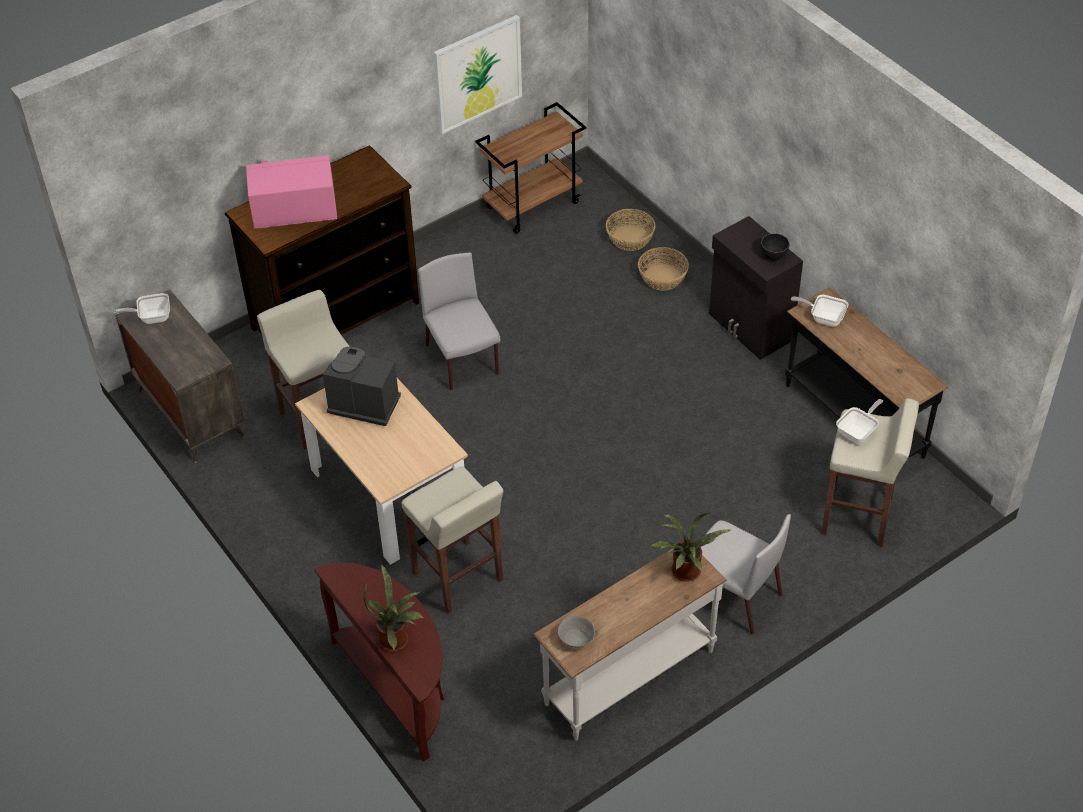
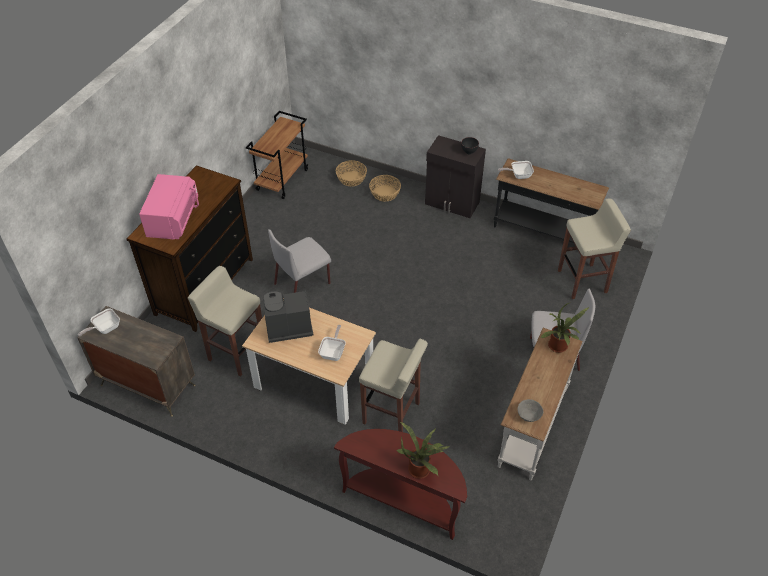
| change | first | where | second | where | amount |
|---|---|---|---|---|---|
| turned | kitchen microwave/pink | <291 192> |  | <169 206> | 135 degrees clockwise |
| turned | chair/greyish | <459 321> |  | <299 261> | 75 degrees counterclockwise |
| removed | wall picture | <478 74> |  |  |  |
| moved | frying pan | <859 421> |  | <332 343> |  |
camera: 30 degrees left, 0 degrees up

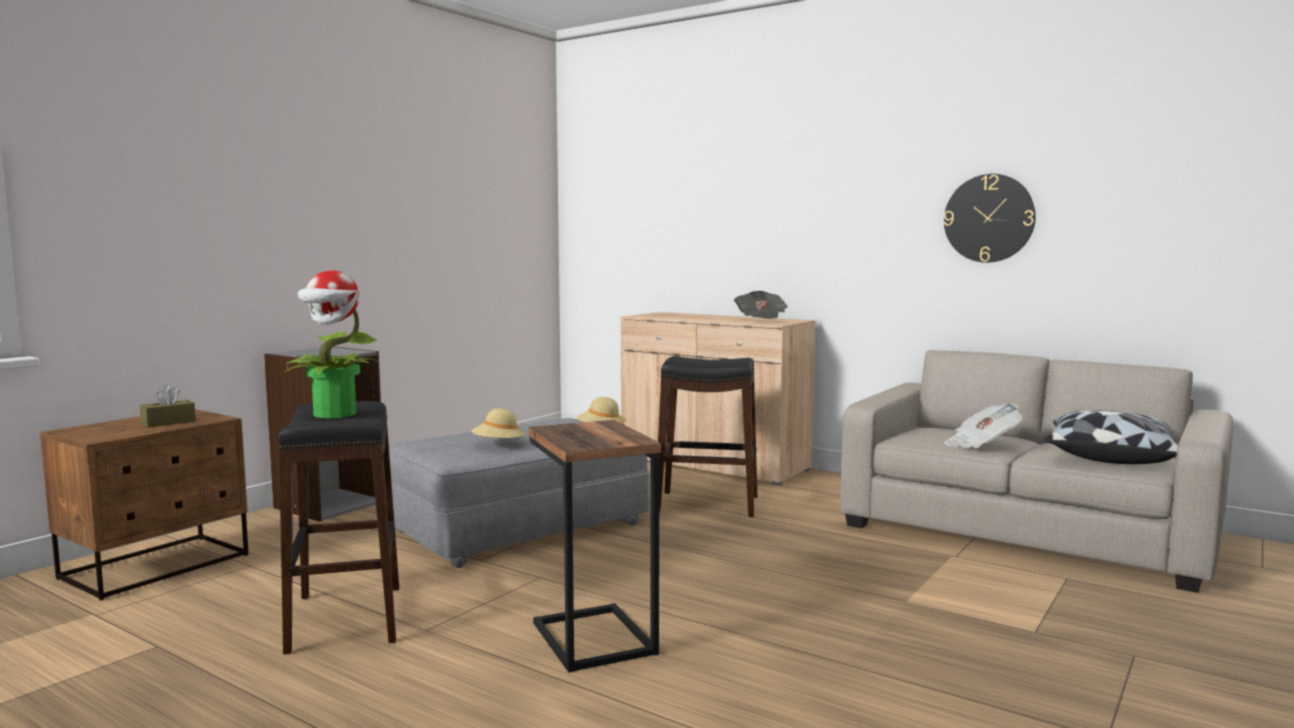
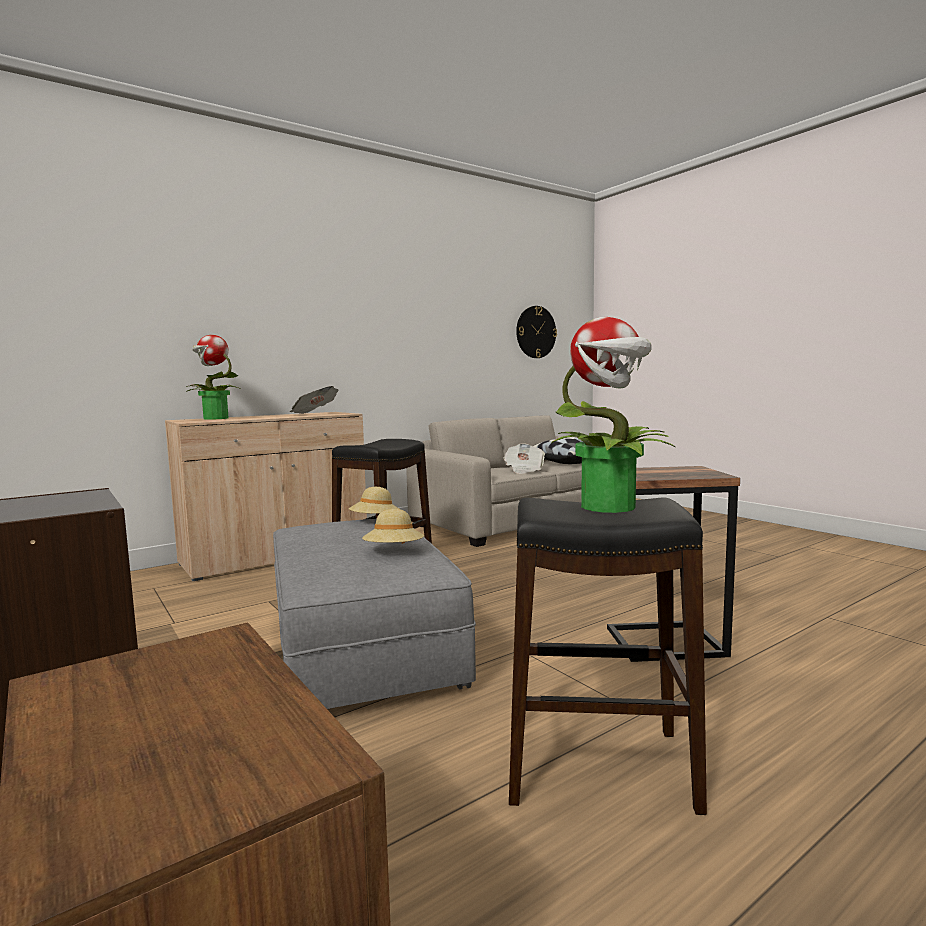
| change | first | where | second | where | amount |
|---|---|---|---|---|---|
| removed | tissue box/brown-coloured | <168 406> |  |  |  |
| moved | hanging clock | <990 218> |  | <536 332> |  |
| added |  |  | potted plant | <213 377> |  |
camera: 70 degrees left, 0 degrees up

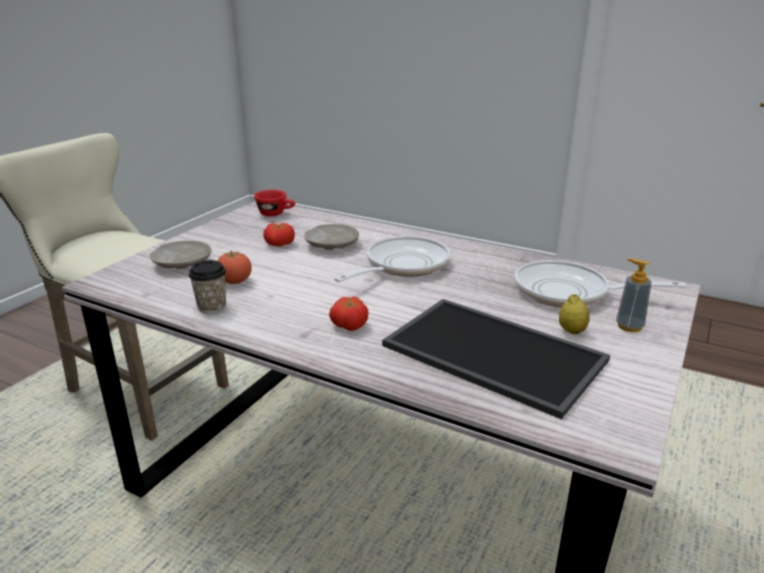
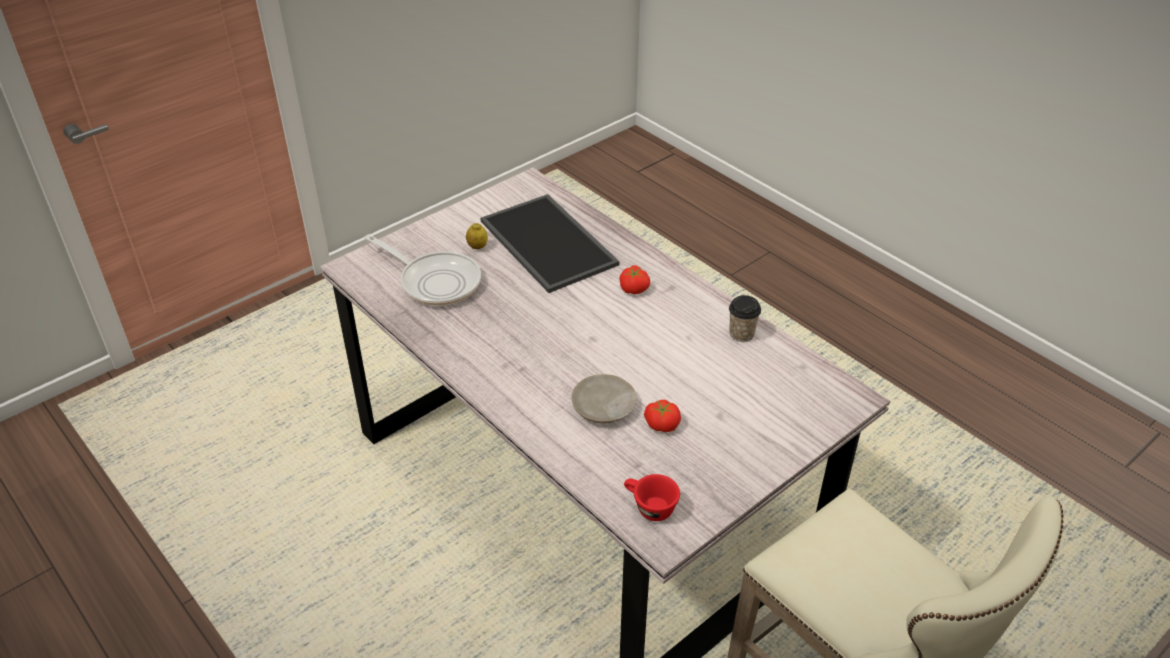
| change | first | where | second | where | amount |
|---|---|---|---|---|---|
| removed | plate/sand-coloured | <180 255> |  |  |  |
| removed | whole tomato | <234 267> |  |  |  |
| removed | frying pan | <392 259> |  |  |  |
| removed | liquid soap bottle | <633 295> |  |  |  |
camera: 160 degrees left, 15 degrees up

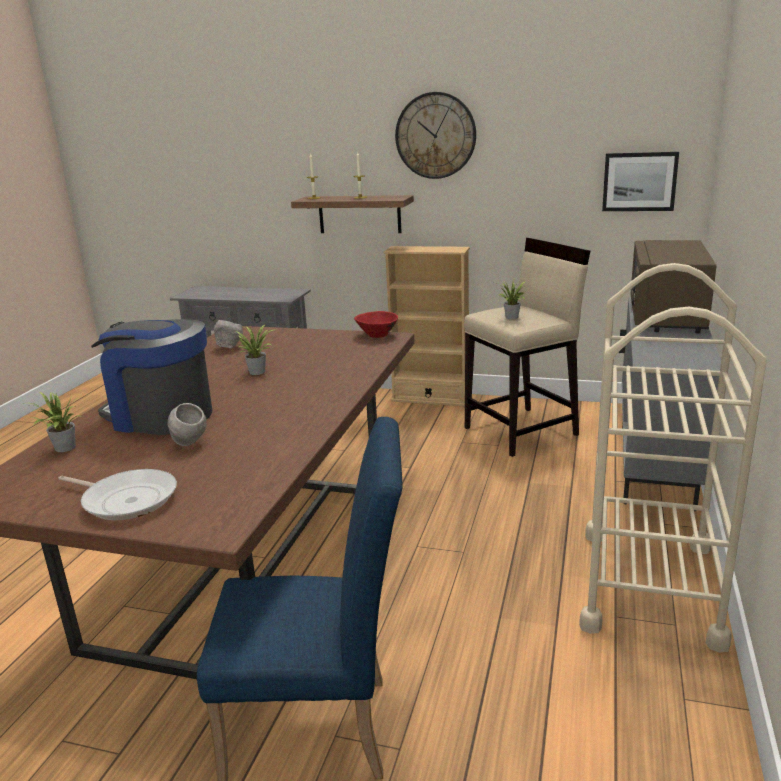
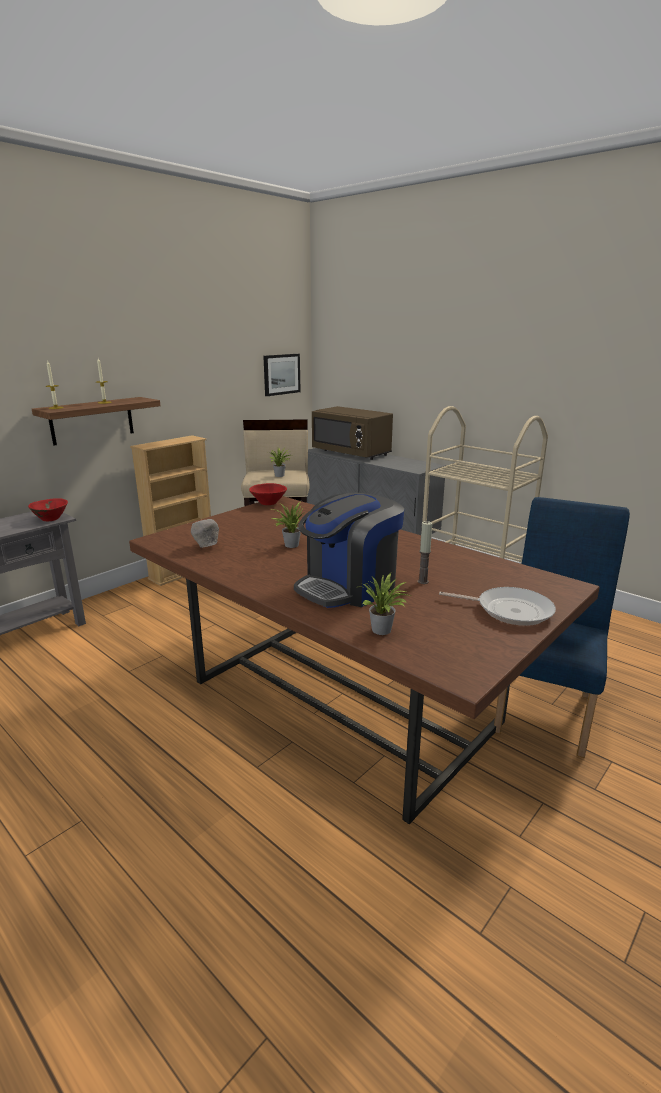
| change | first | where | second | where | amount |
|---|---|---|---|---|---|
| turned | frying pan | <117 494> |  | <497 606> | 60 degrees clockwise |
| replaced | serving bowl/greyish | <187 424> | wax light | <425 552> |  |
| removed | hanging clock | <435 135> |  |  |  |
| added |  |  | serving bowl/red | <48 509> |  |
camera: 65 degrees left, 0 degrees up

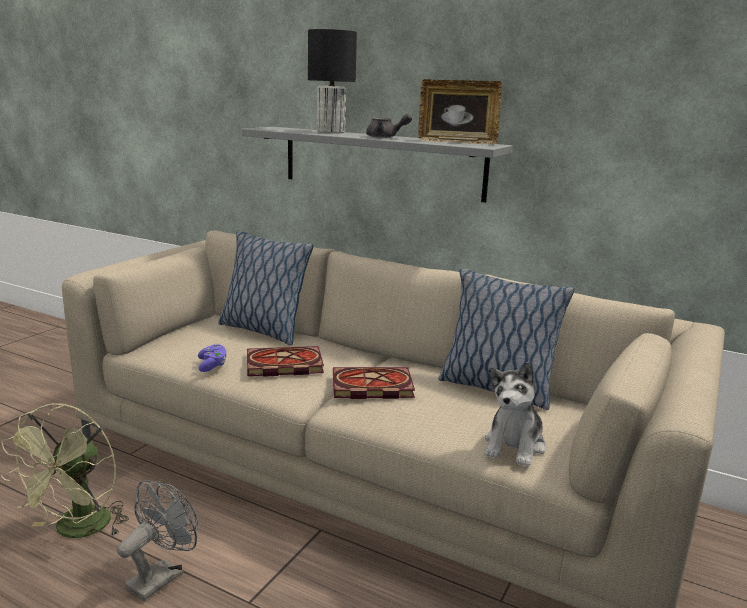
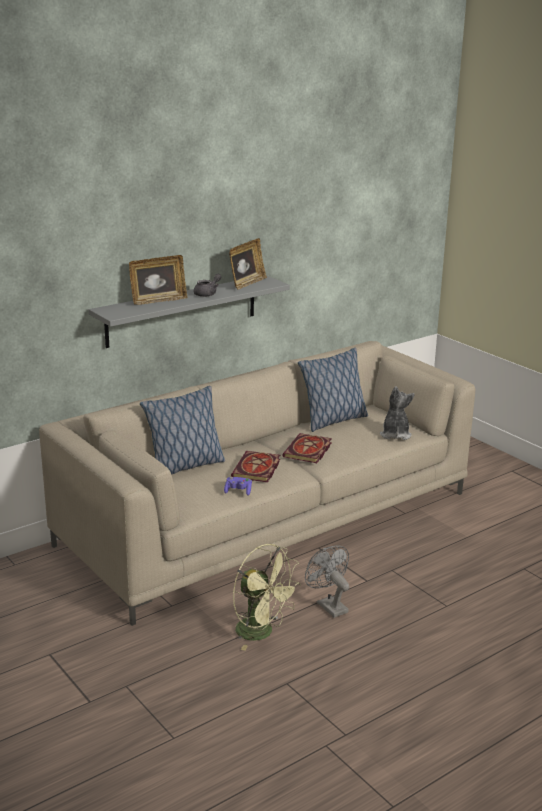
| change | first | where | second | where | amount |
|---|---|---|---|---|---|
| replaced | table lamp/blackish | <332 81> | photo frame | <158 280> |  |
| turned | soft toy | <515 414> |  | <397 413> | 135 degrees counterclockwise |
camera: 65 degrees left, 5 degrees up

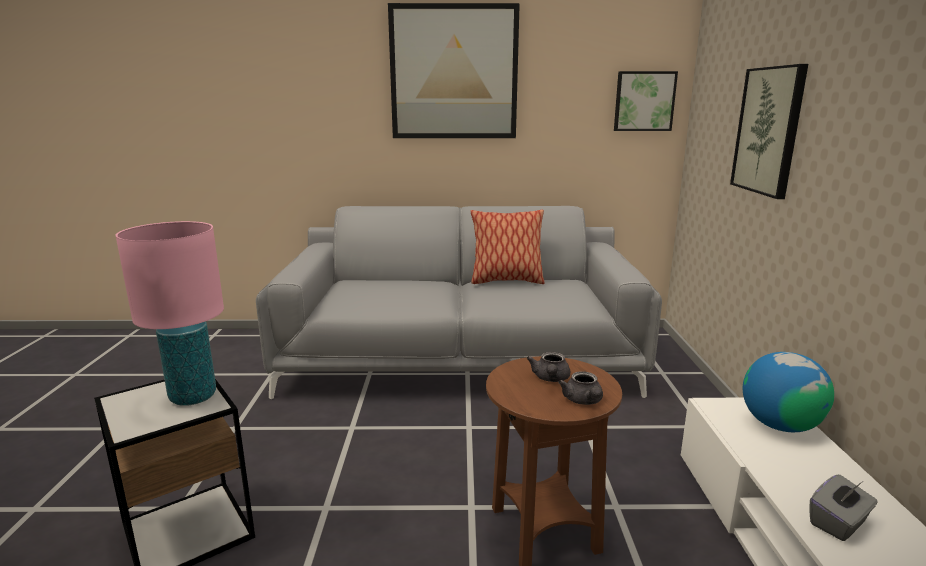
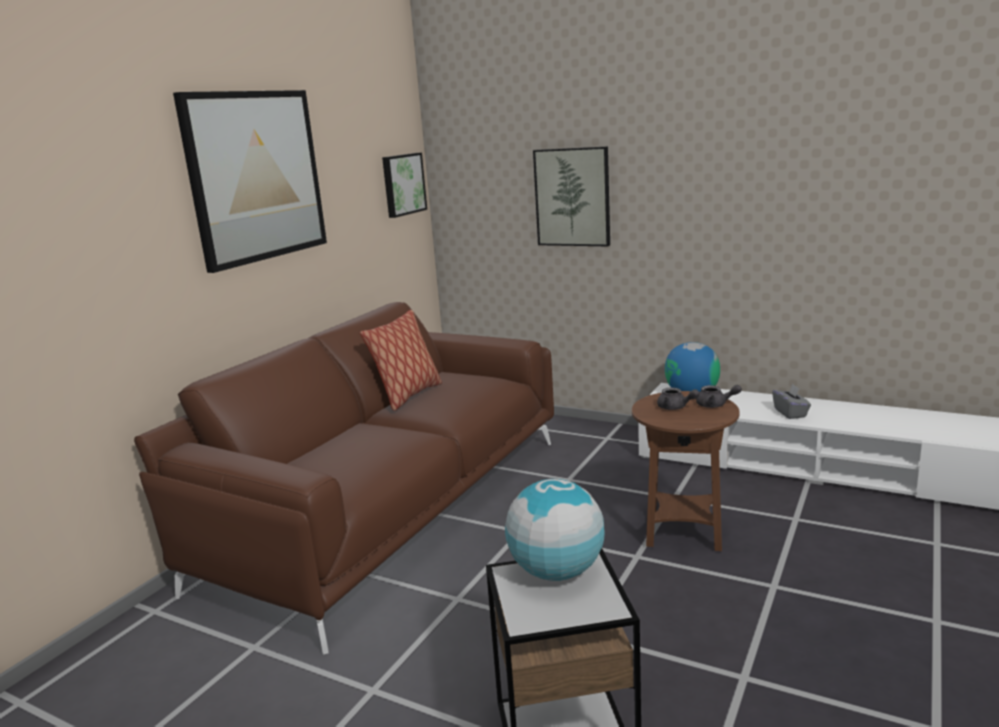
| change | first | where | second | where | amount |
|---|---|---|---|---|---|
| replaced | table lamp/pink | <170 313> | world globe | <554 530> |  |
| recoloured | couch/greyish | <459 302> | couch/brown-coloured | <344 478> |  |
camera: 60 degrees left, 0 degrees up

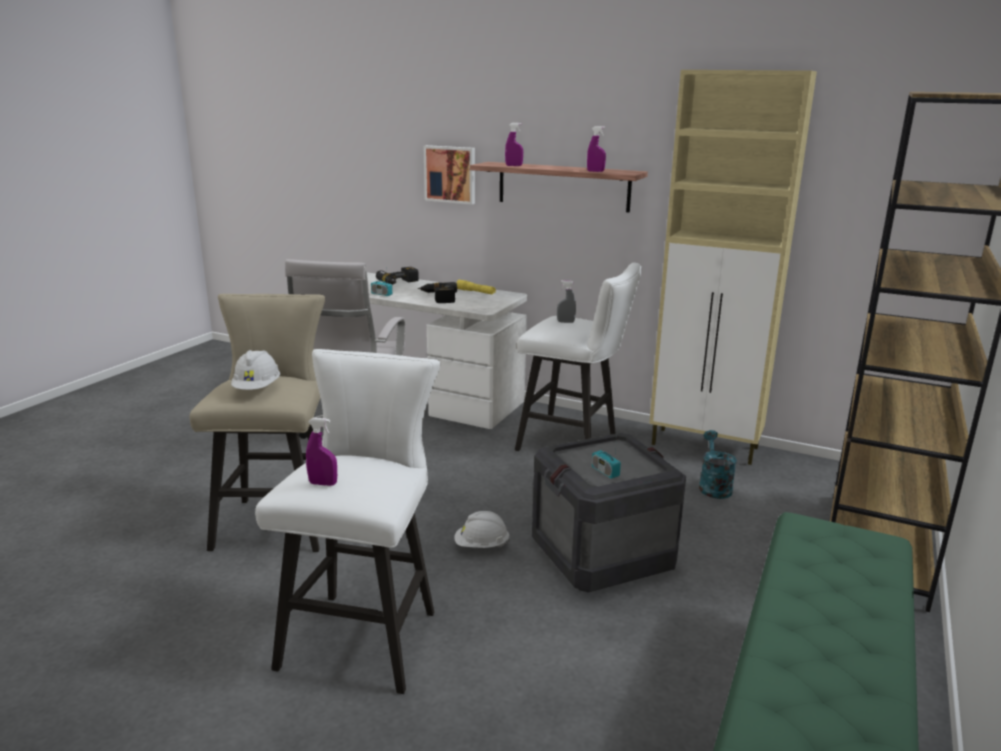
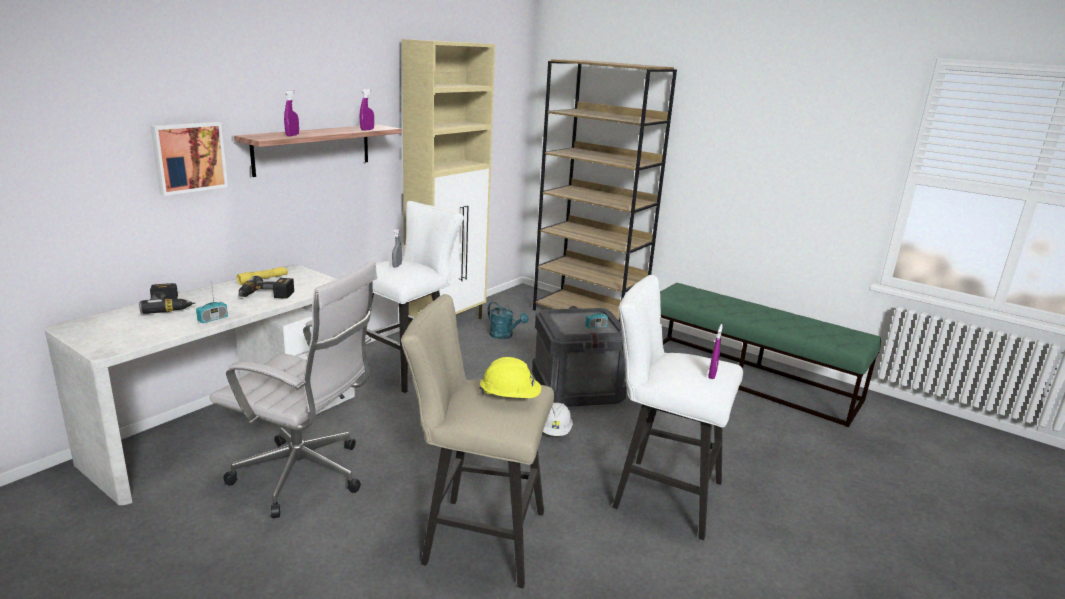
| change | first | where | second | where | amount |
|---|---|---|---|---|---|
| recoloured | work helmet/white | <255 370> | work helmet/yellow | <510 377> |  |
| turned | watering pot/turquoise | <718 464> |  | <508 320> | 150 degrees counterclockwise |
camera: 80 degrees left, 0 degrees up

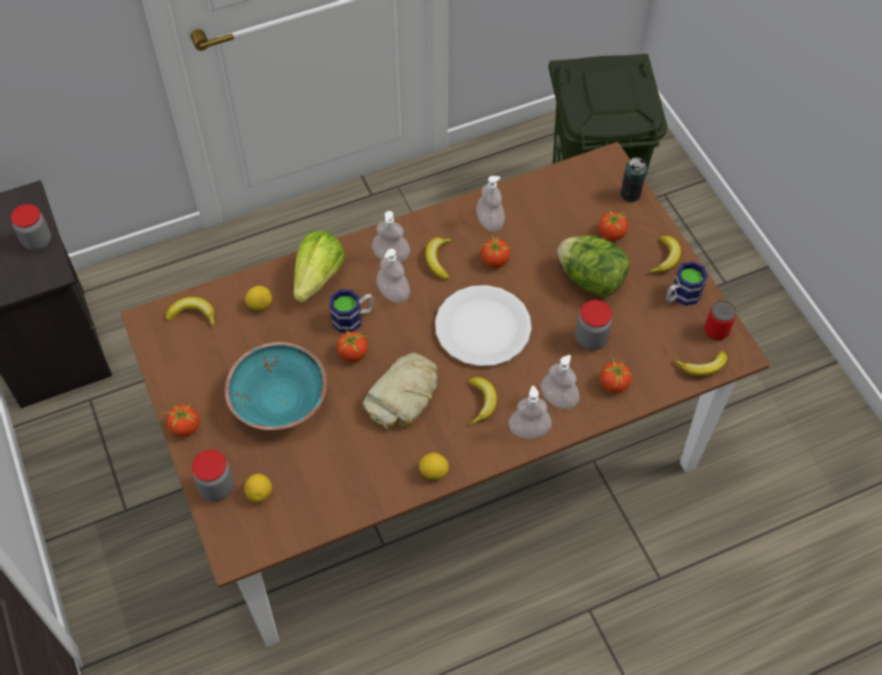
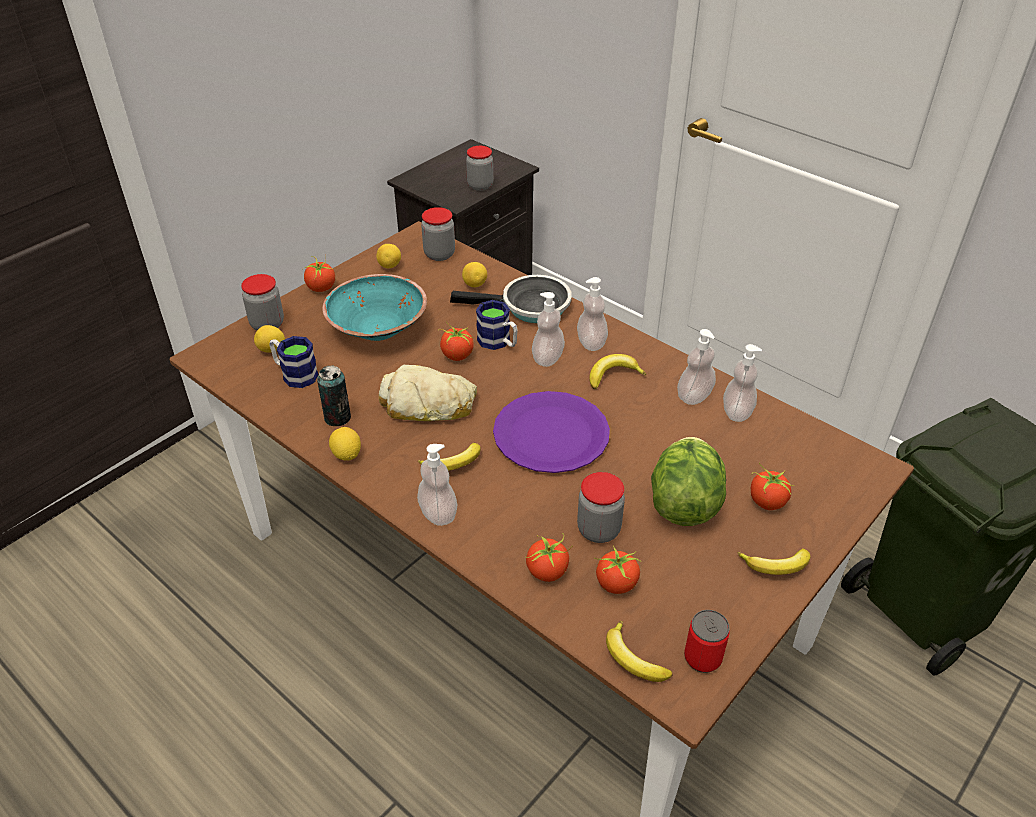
| change | first | where | second | where | amount |
|---|---|---|---|---|---|
| replaced | banana fruit | <190 312> | preserve jar | <438 234> |  |
| replaced | head of lettuce | <319 267> | frying pan | <511 299> |  |
| recoloured | plate/white | <483 325> | plate/purple-coloured | <551 432> |  |
| moved | whole tomato | <495 252> |  | <618 570> |  |
| moved | liquid soap bottle | <560 382> |  | <742 383> |  |
| moved | sealed can | <633 179> |  | <334 395> |  |
| moved | coffee mug | <687 283> |  | <293 362> |  |
| added |  |  | citrus fruit | <388 256> |  |
camera: 65 degrees right, 15 degrees down

